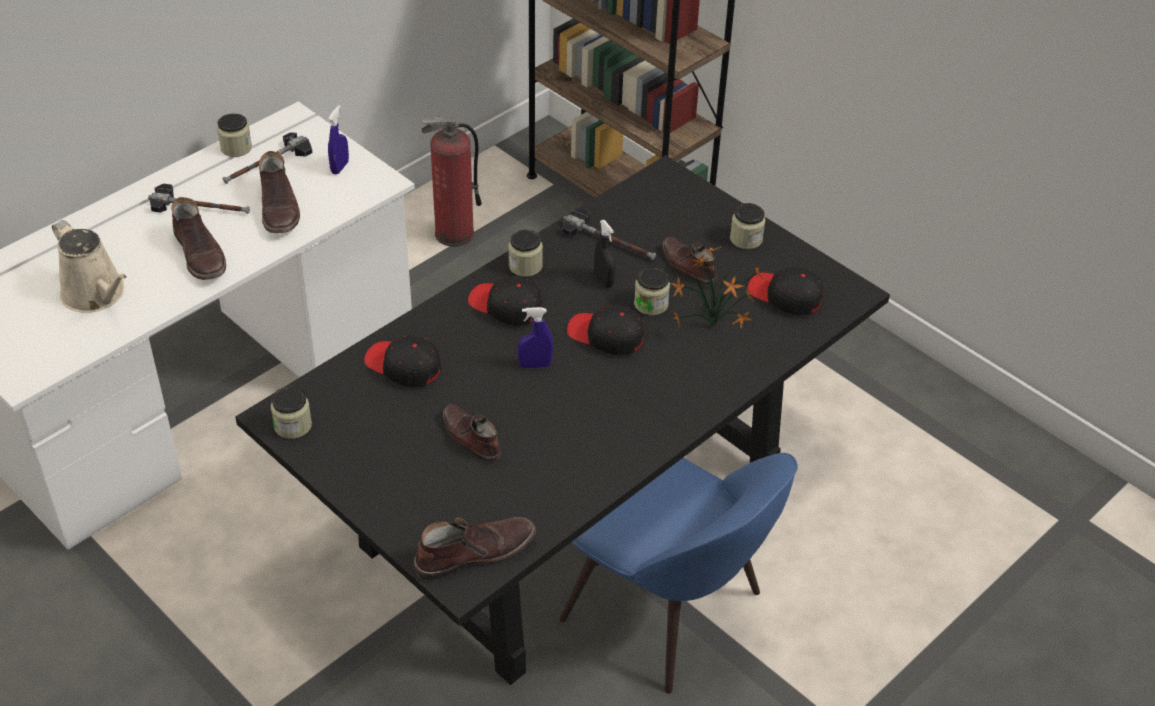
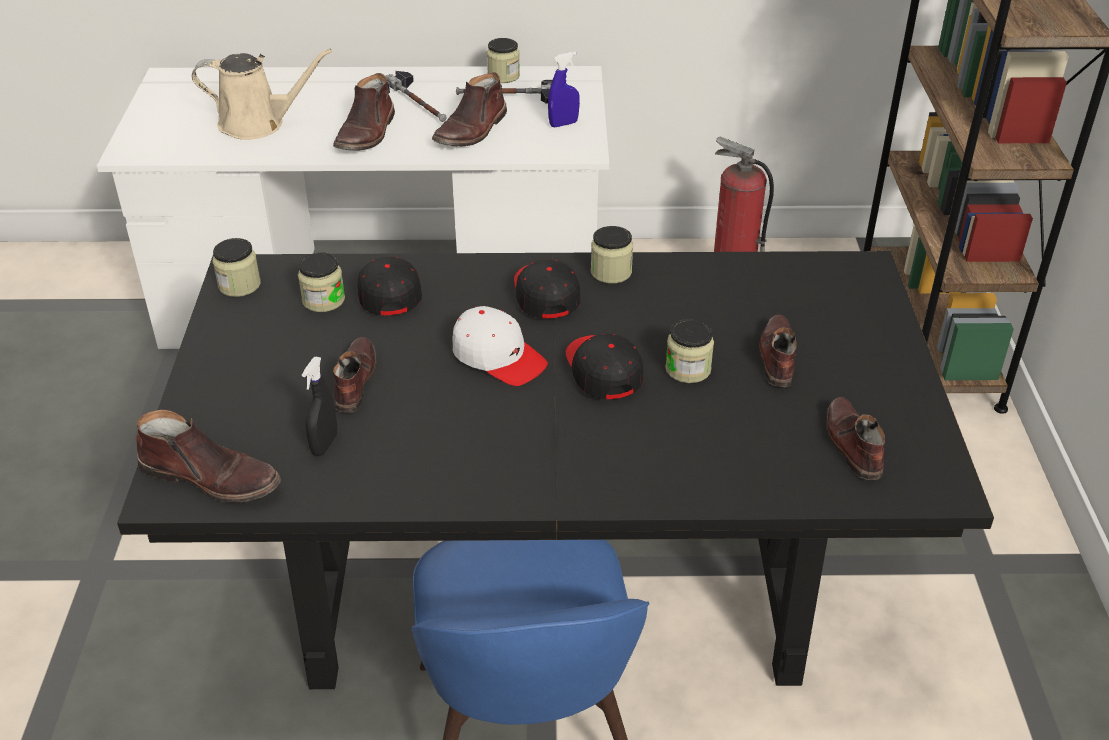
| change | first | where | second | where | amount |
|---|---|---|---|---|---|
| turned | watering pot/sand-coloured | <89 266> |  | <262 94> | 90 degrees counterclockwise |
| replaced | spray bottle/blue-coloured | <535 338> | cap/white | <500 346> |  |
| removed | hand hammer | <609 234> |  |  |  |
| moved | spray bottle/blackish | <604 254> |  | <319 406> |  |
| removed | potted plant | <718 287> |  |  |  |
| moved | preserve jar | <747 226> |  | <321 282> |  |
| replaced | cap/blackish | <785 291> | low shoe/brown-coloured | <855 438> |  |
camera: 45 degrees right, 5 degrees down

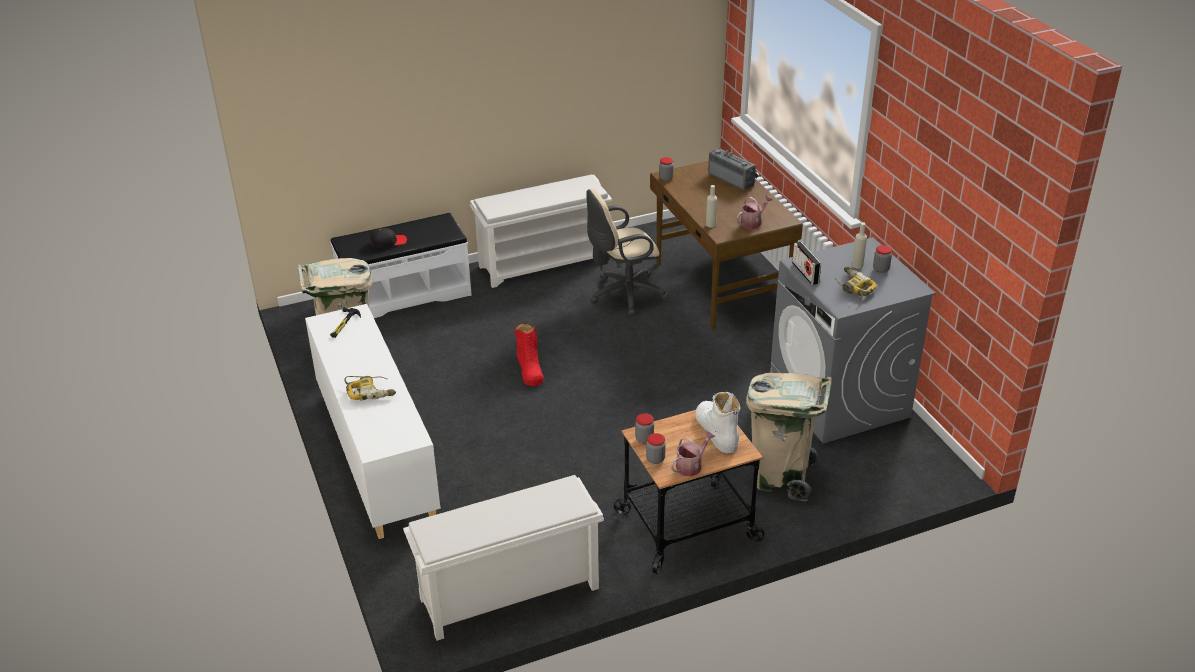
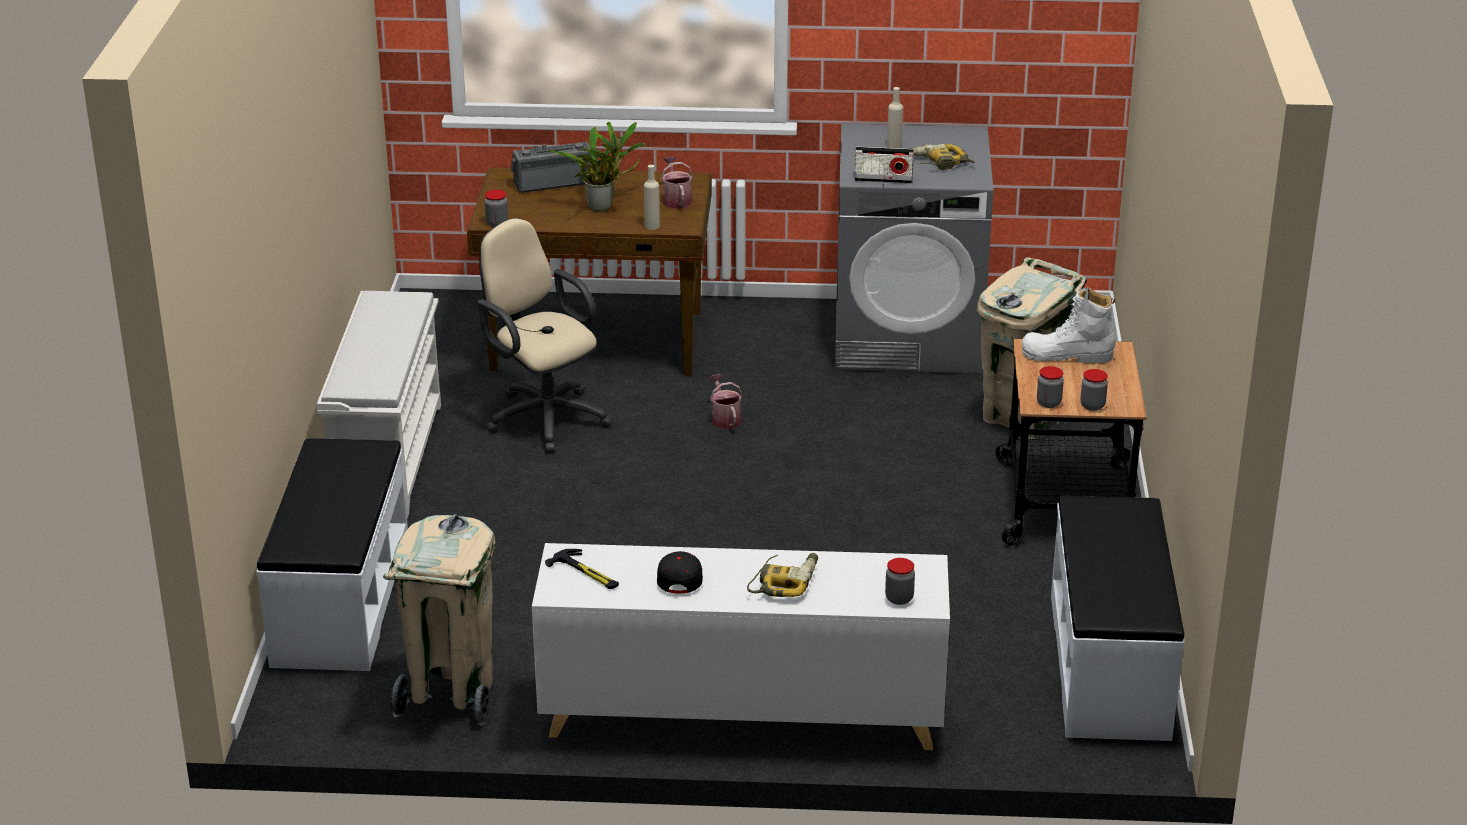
| change | first | where | second | where | amount |
|---|---|---|---|---|---|
| moved | cap/blackish | <389 238> |  | <680 572> |  |
| replaced | shoe shelf/white | <503 558> | long seat/white | <1118 618> |  |
| removed | tall boot/red | <529 354> |  |  |  |
| turned | desk chair/sand-coloured | <627 252> |  | <545 335> | 135 degrees clockwise |
| moved | watering pot | <693 454> |  | <726 401> |  |
| moved | preserve jar | <882 259> |  | <900 581> |  |
| added |  |  | potted plant | <598 167> |  |
camera: 65 degrees left, 5 degrees down

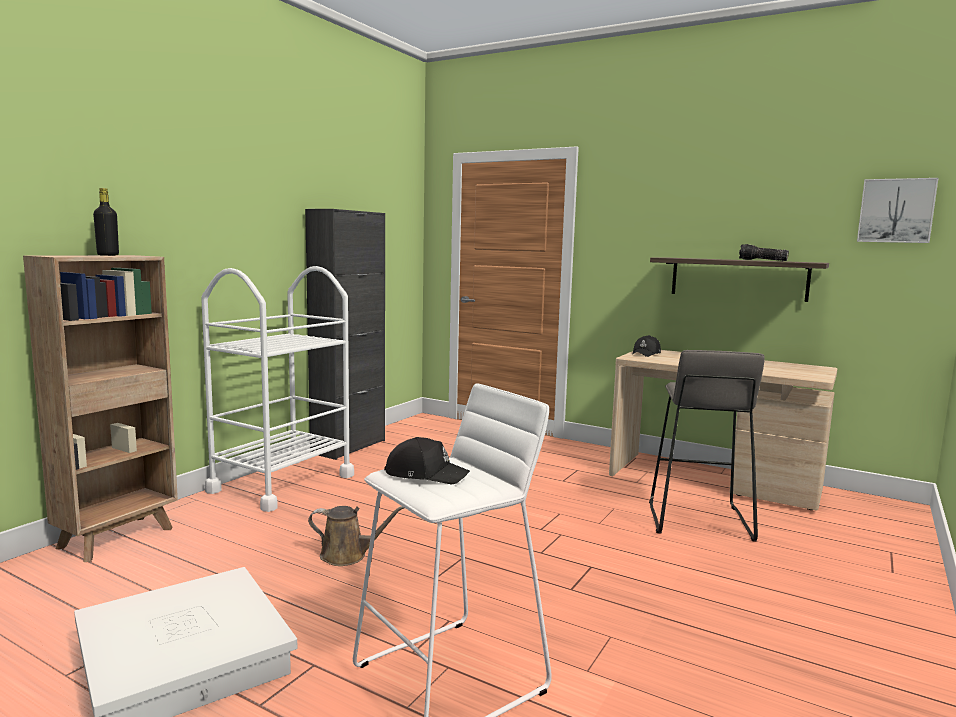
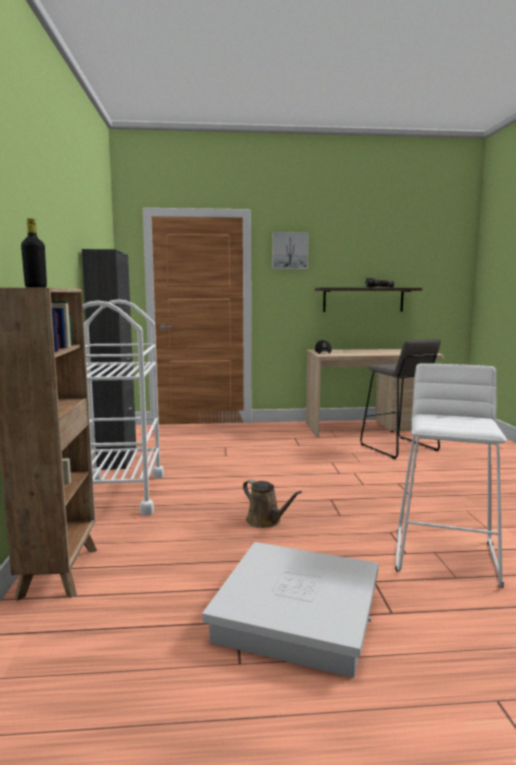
| change | first | where | second | where | amount |
|---|---|---|---|---|---|
| turned | watering pot/brown-coloured | <356 536> |  | <272 504> | 75 degrees clockwise |
| removed | cap/blackish | <427 460> |  |  |  |
| moved | wall picture | <897 210> |  | <290 250> |  |
camera: 35 degrees left, 0 degrees up

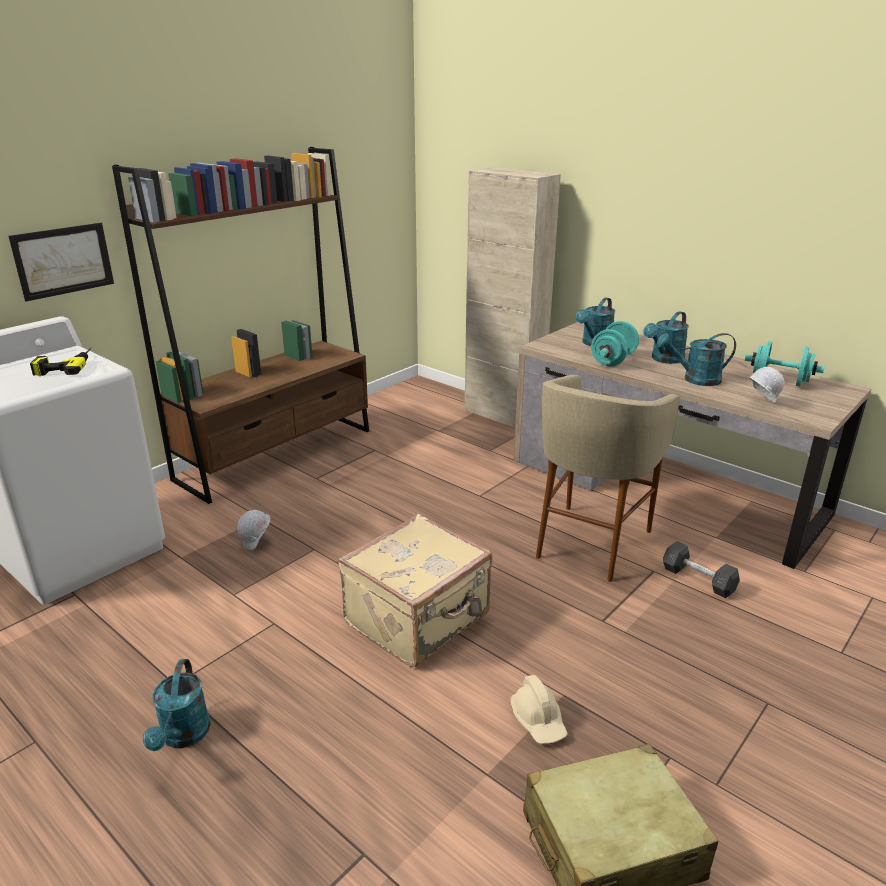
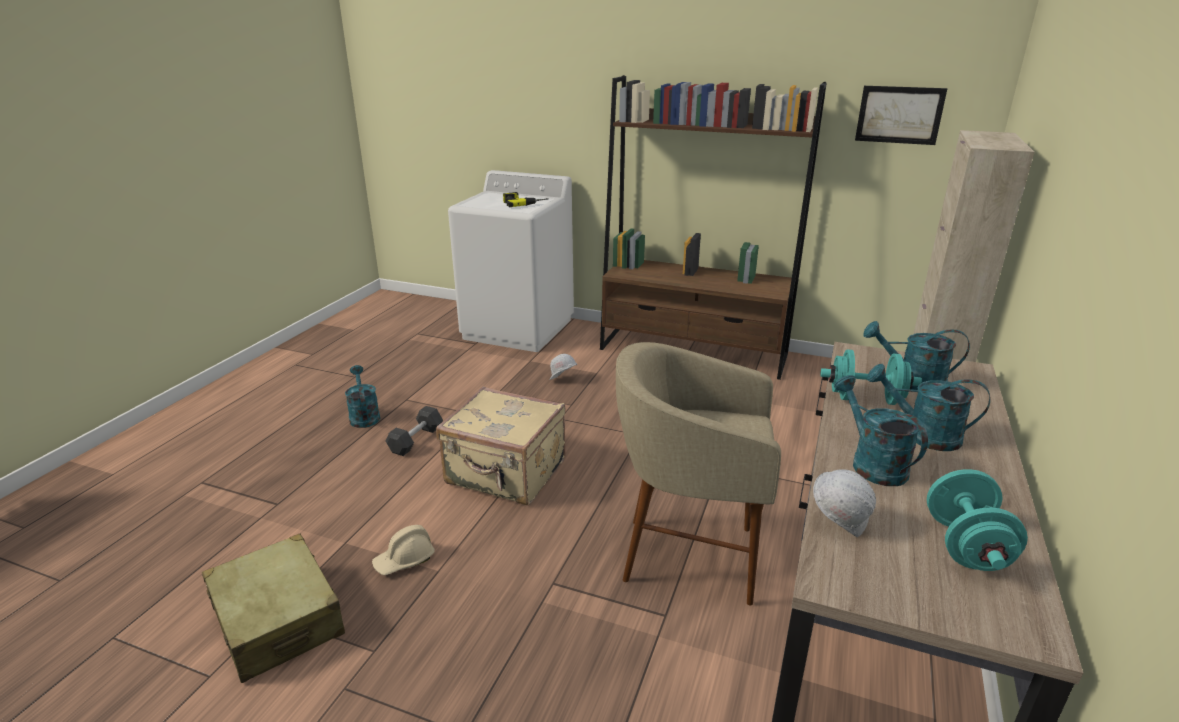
| change | first | where | second | where | amount |
|---|---|---|---|---|---|
| moved | wall picture | <61 262> |  | <901 115> |  |
| turned | watering pot/turquoise | <177 705> |  | <362 396> | 90 degrees clockwise |
| moved | hand weight/greyish | <701 569> |  | <414 431> |  |
camera: 70 degrees right, 0 degrees up

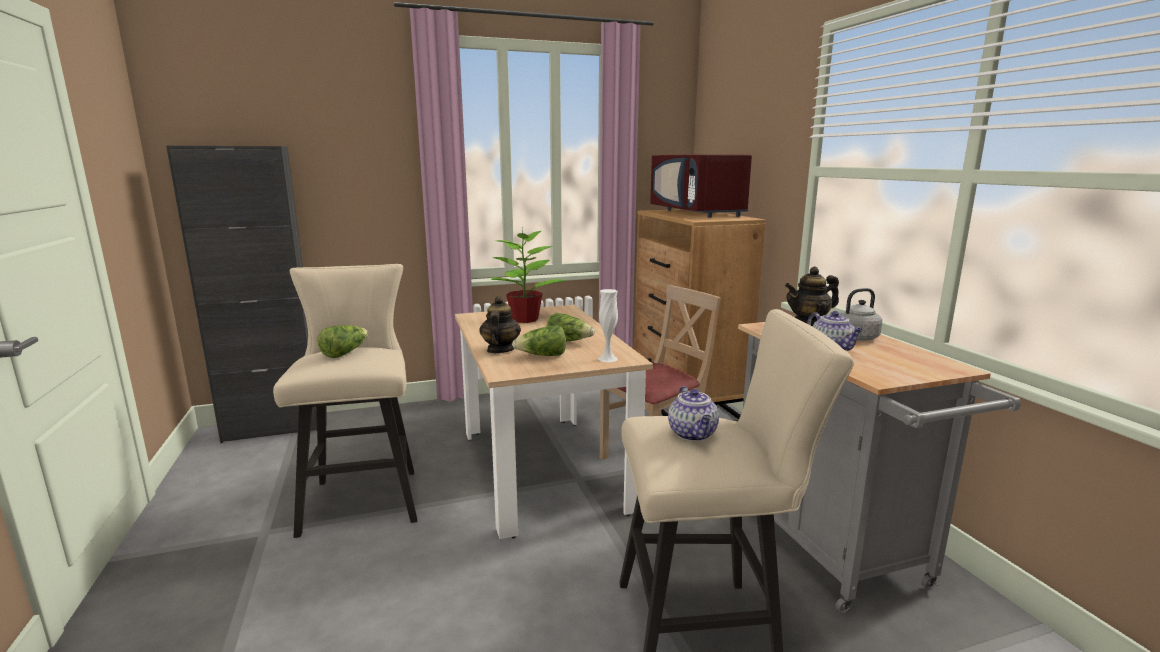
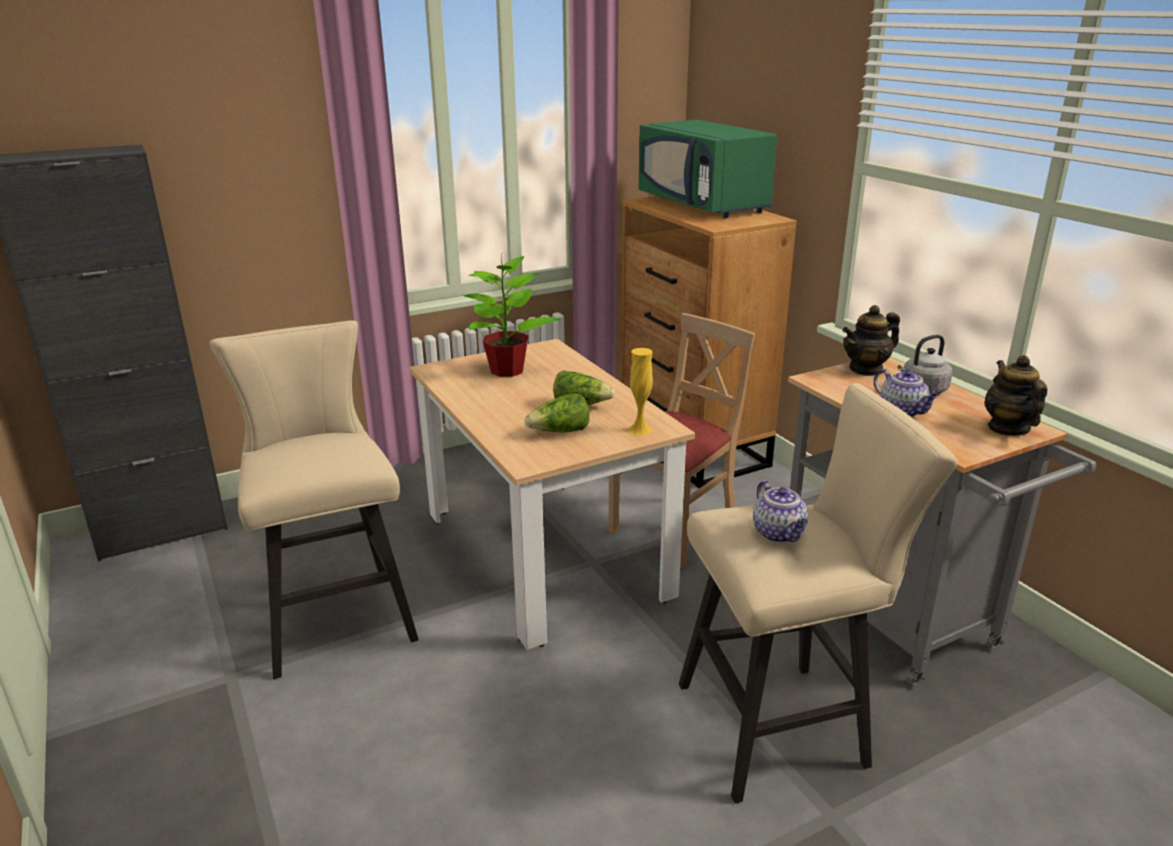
| change | first | where | second | where | amount |
|---|---|---|---|---|---|
| removed | head of lettuce | <342 341> |  |  |  |
| moved | tea pot | <500 324> |  | <1015 395> |  |
| recoloured | flower vase/white | <608 325> | flower vase/yellow | <640 391> |  |
| recoloured | kitchen microwave/red | <701 186> | kitchen microwave/green-coloured | <708 169> |  |
camera: 10 degrees left, 10 degrees up

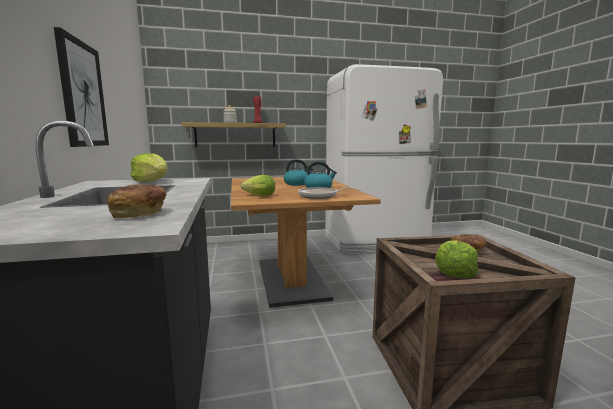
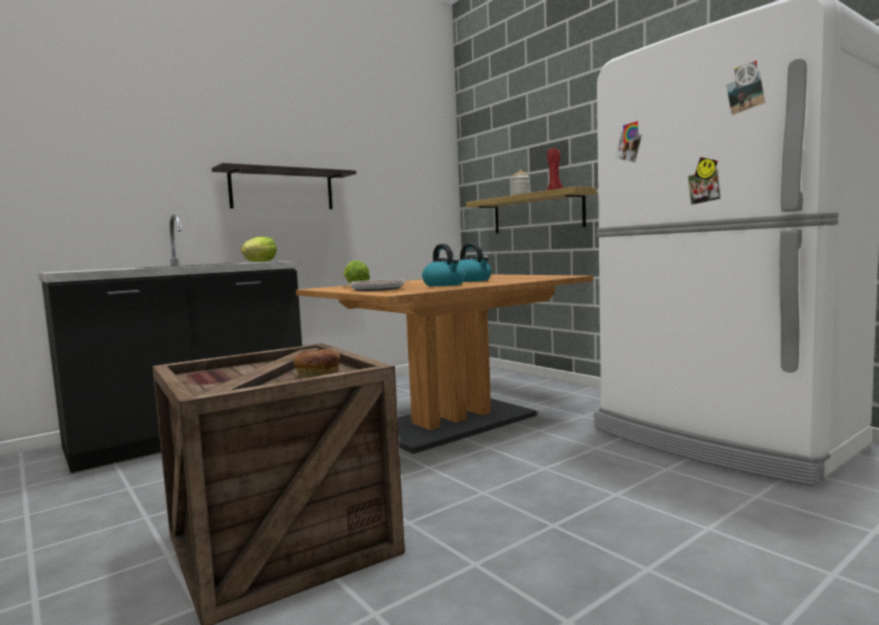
| change | first | where | second | where | amount |
|---|---|---|---|---|---|
| replaced | wall picture | <81 87> | wall shelf | <284 186> |  |
| removed | bread | <137 201> |  |  |  |
| removed | head of lettuce | <457 259> |  |  |  |
camera: 65 degrees right, 5 degrees down

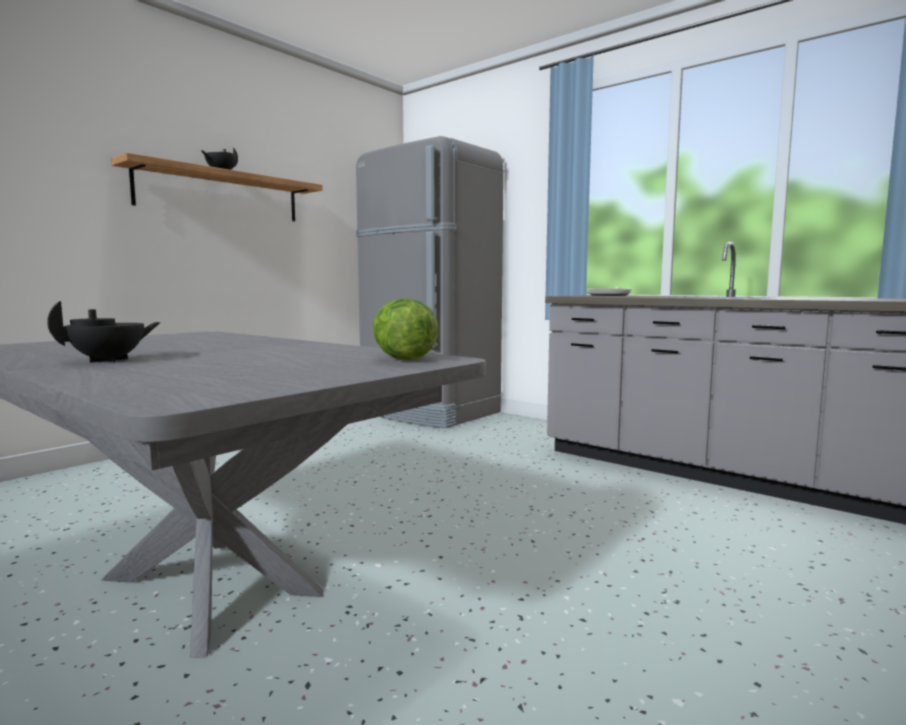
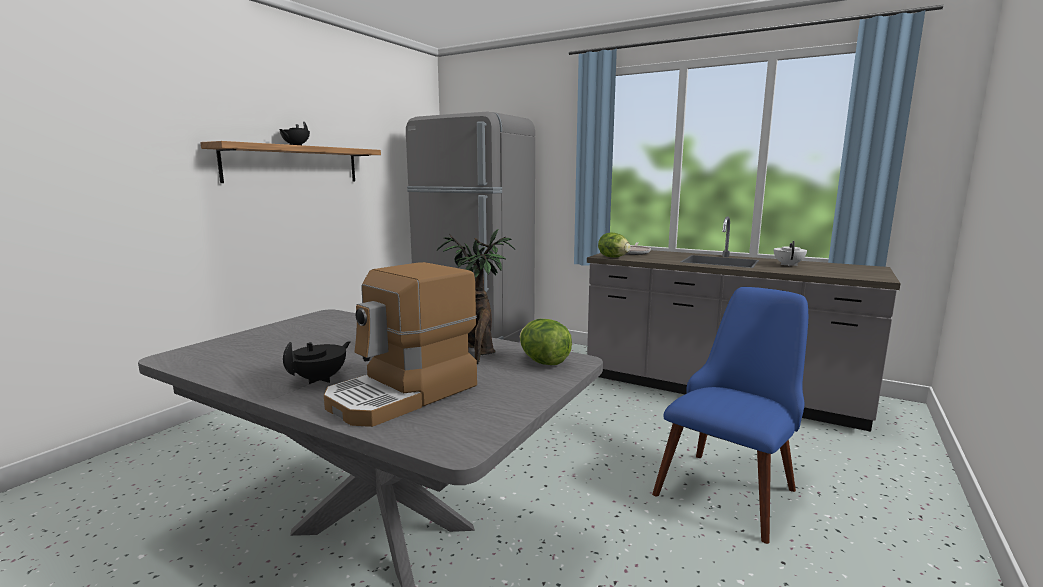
| change | first | where | second | where | amount |
|---|---|---|---|---|---|
| added |  |  | coffee maker | <400 344> |  |
| added |  |  | potted plant | <475 296> |  |
| added |  |  | head of lettuce | <614 245> |  |
| added |  |  | chair/blue-coloured | <730 415> |  |
| added |  |  | tea pot/white | <790 253> |  |
camera: 10 degrees left, 5 degrees up

